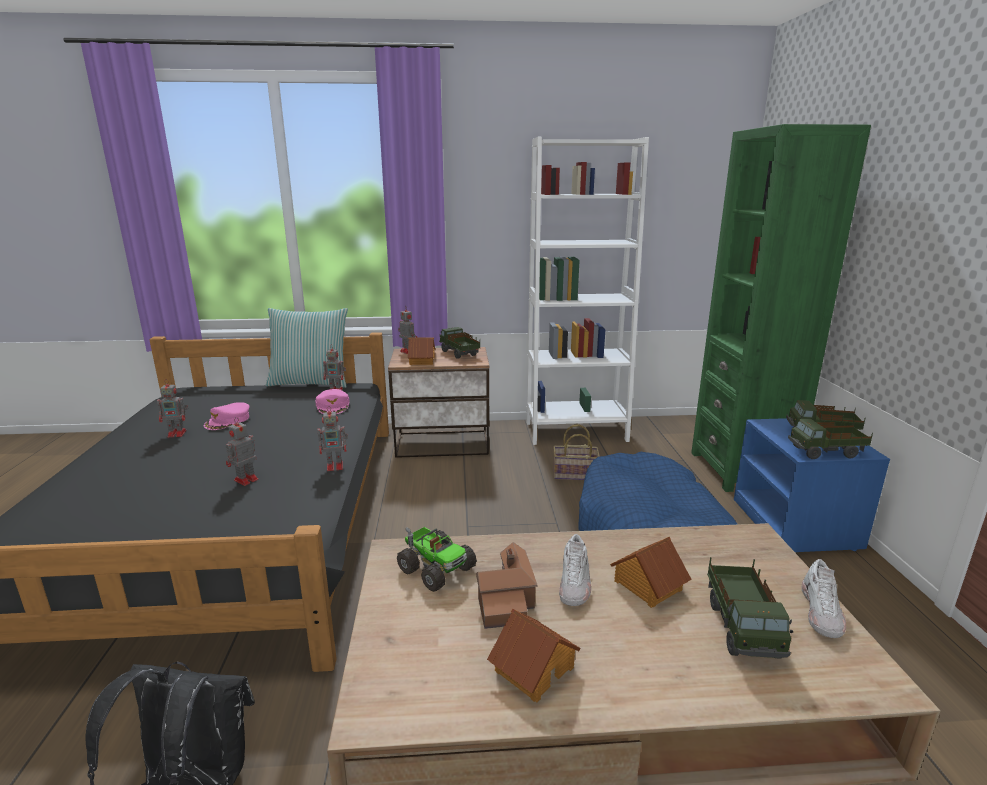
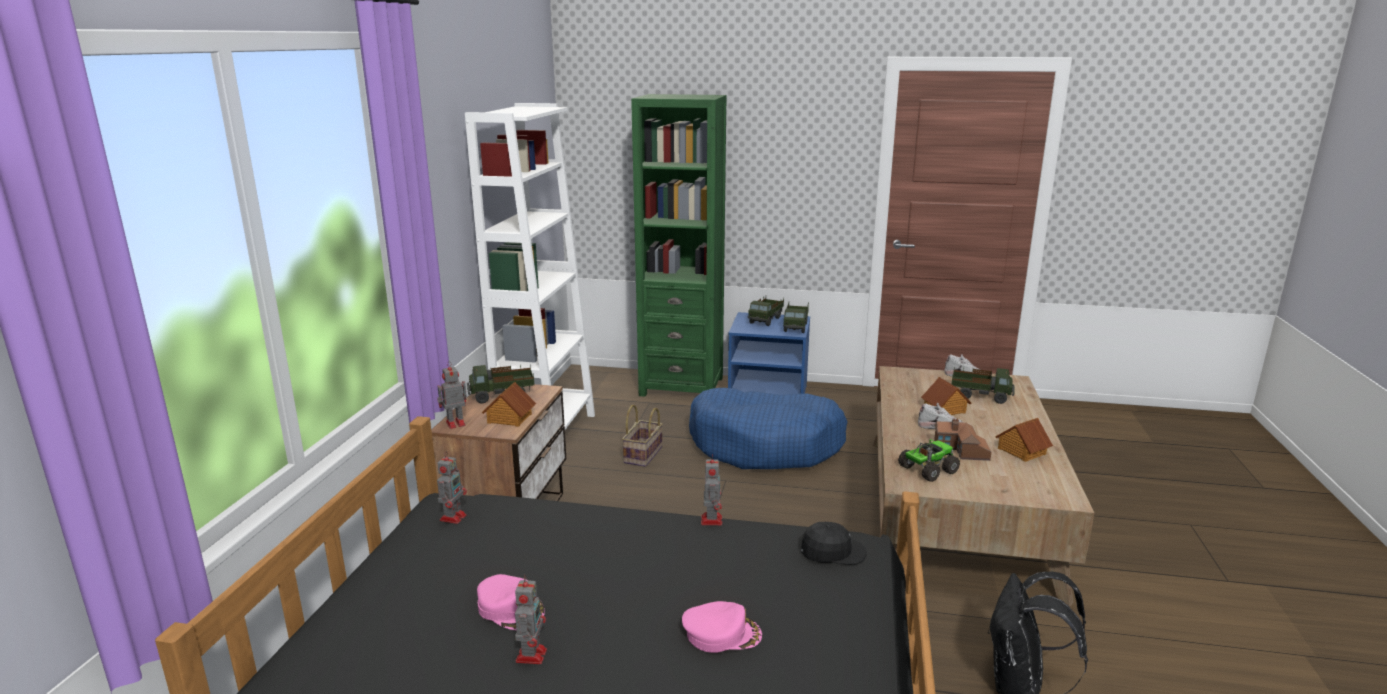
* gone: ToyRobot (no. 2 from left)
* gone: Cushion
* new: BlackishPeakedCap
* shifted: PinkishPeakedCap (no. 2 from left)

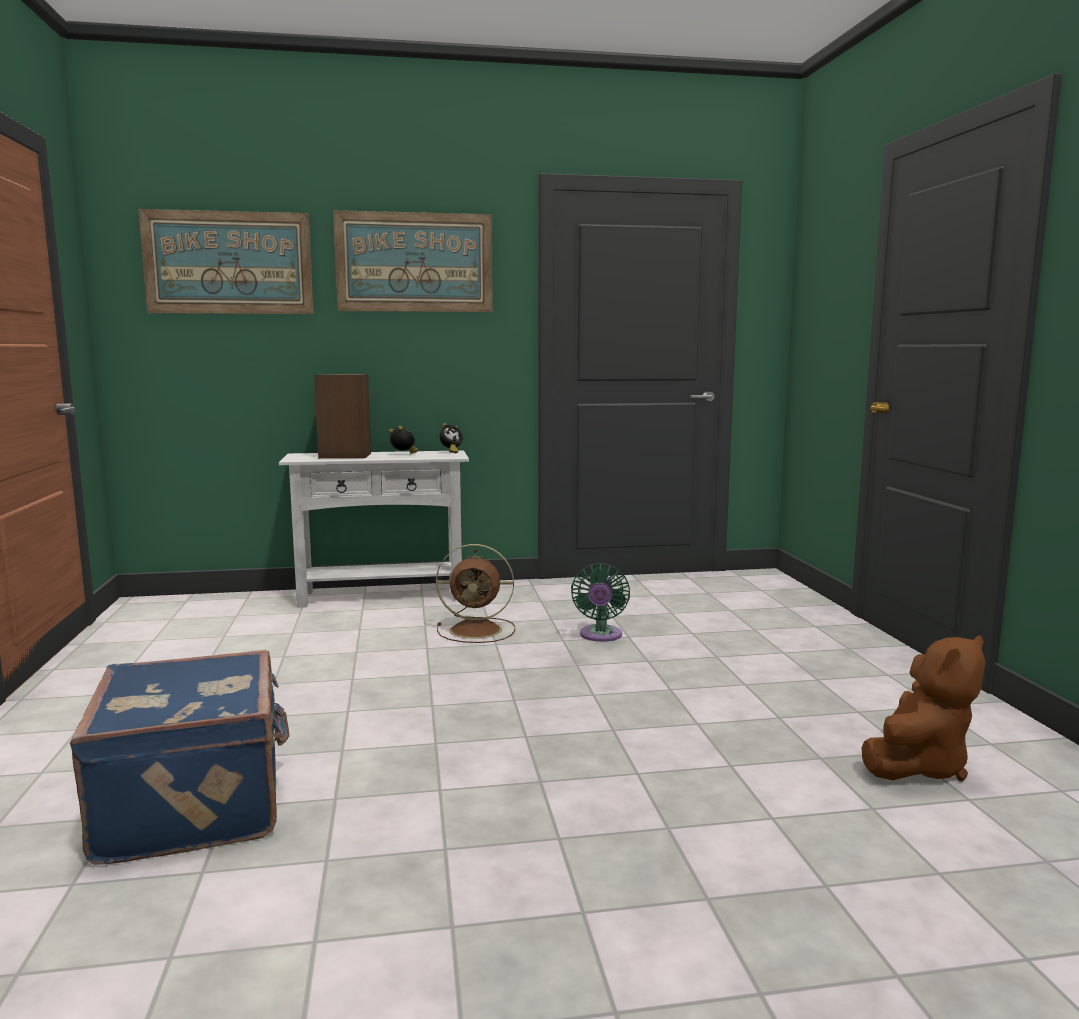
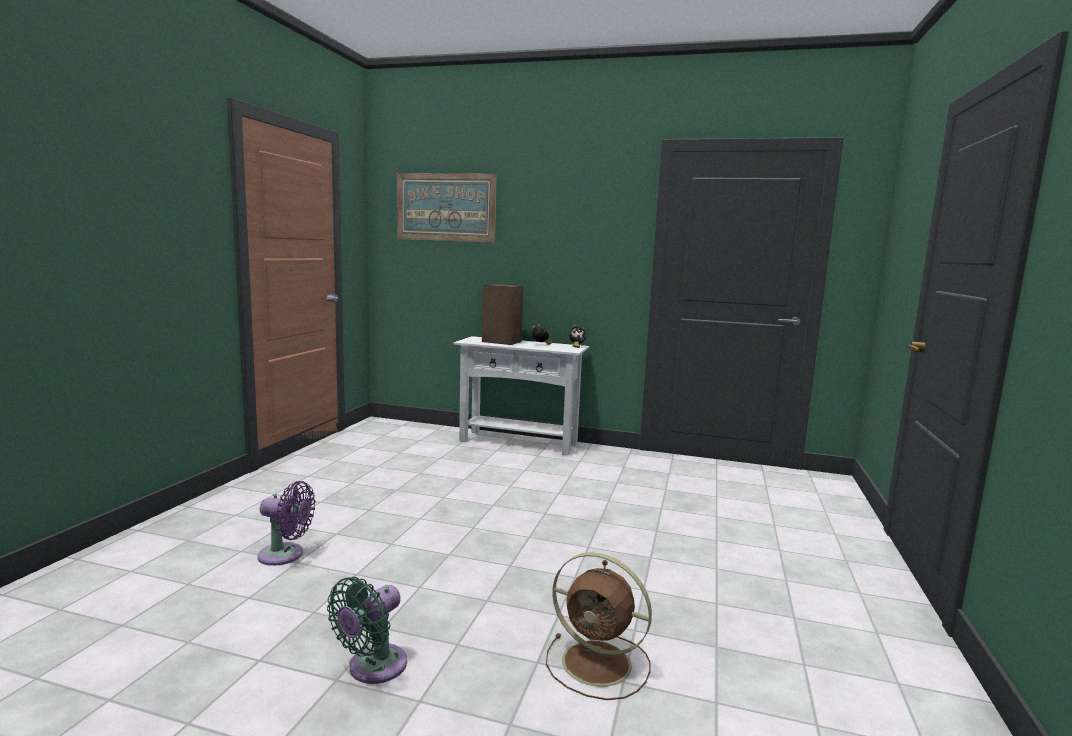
* gone: WallArt (no. 2 from left)
* gone: BrownishPlushToy
* shifted: BrownishCoolingFan
* shifted: GreenColouredCoolingFan
* swapped: BlueColouredTravelCase to PurplishCoolingFan

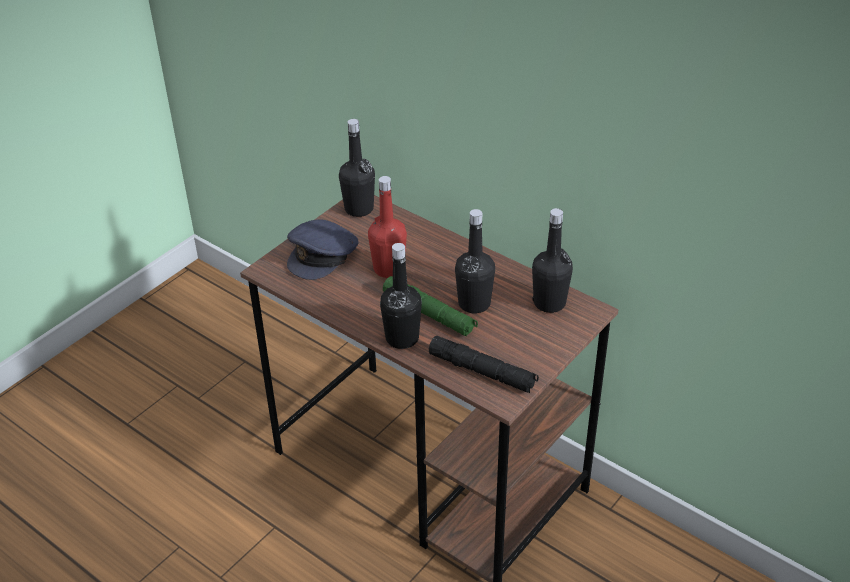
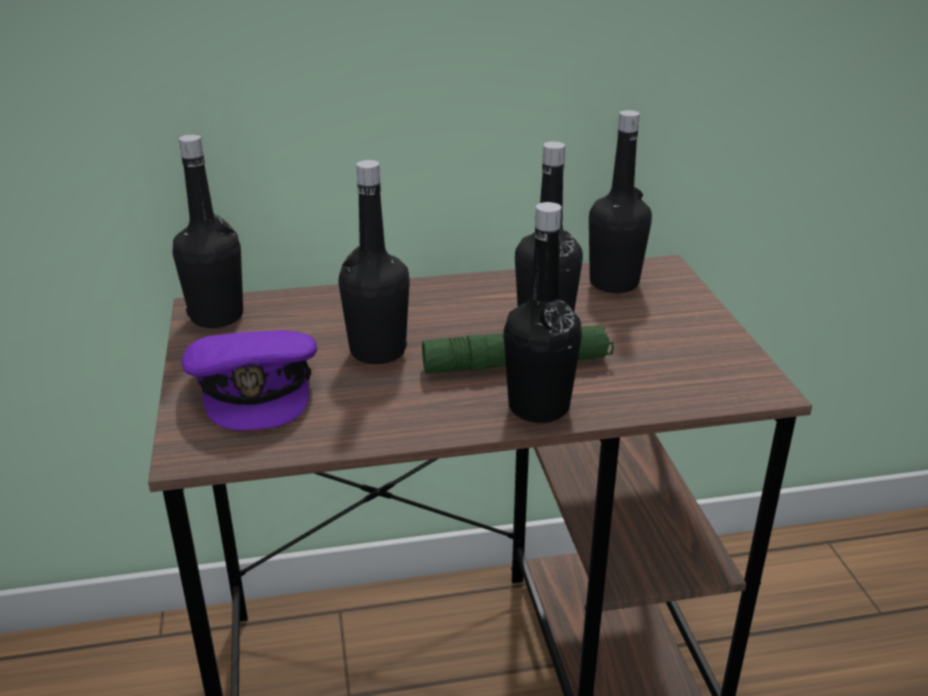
* gone: BlackishFlashlight
* repainted: GreyPeakedCap to PurplishPeakedCap
* repainted: ReddishBottle to BlackishBottle (no. 2 from left)

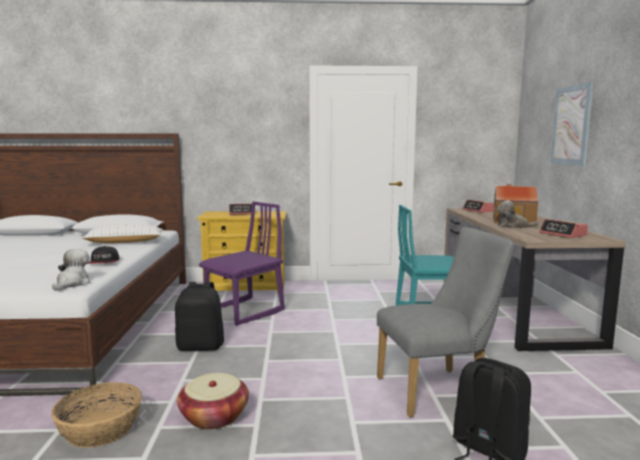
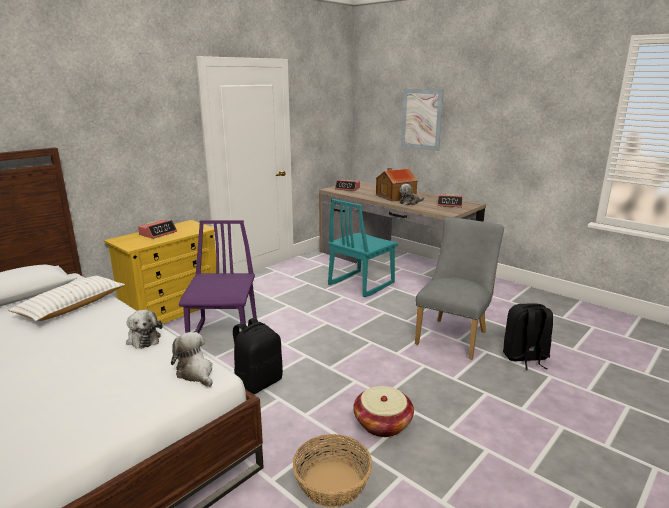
* swapped: PeakedCap to PlushToy (no. 1 from left)

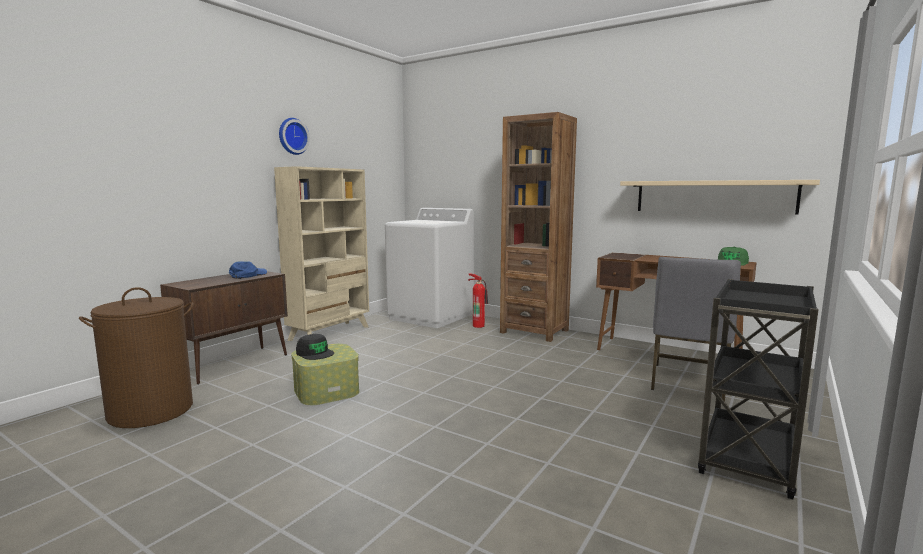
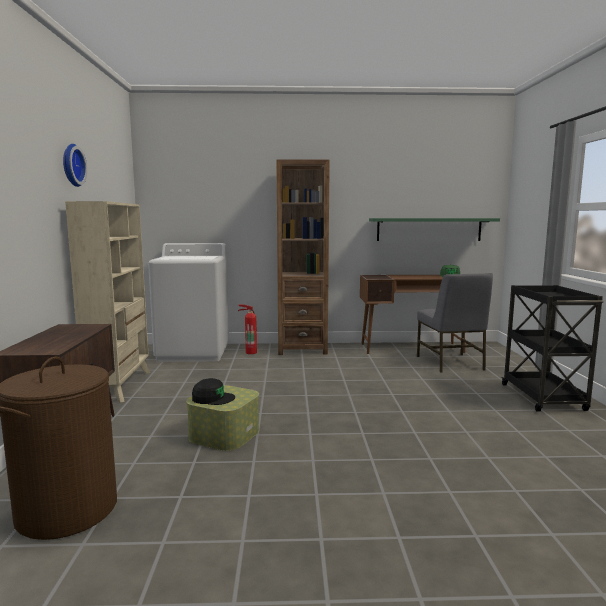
* gone: BlueColouredPeakedCap
* repainted: SandColouredBracketShelf to GreenColouredBracketShelf

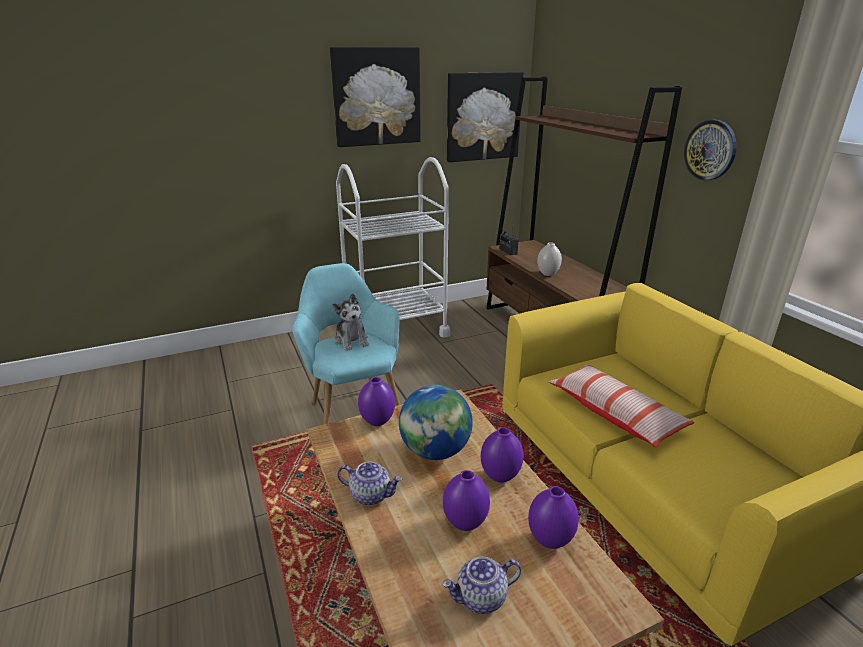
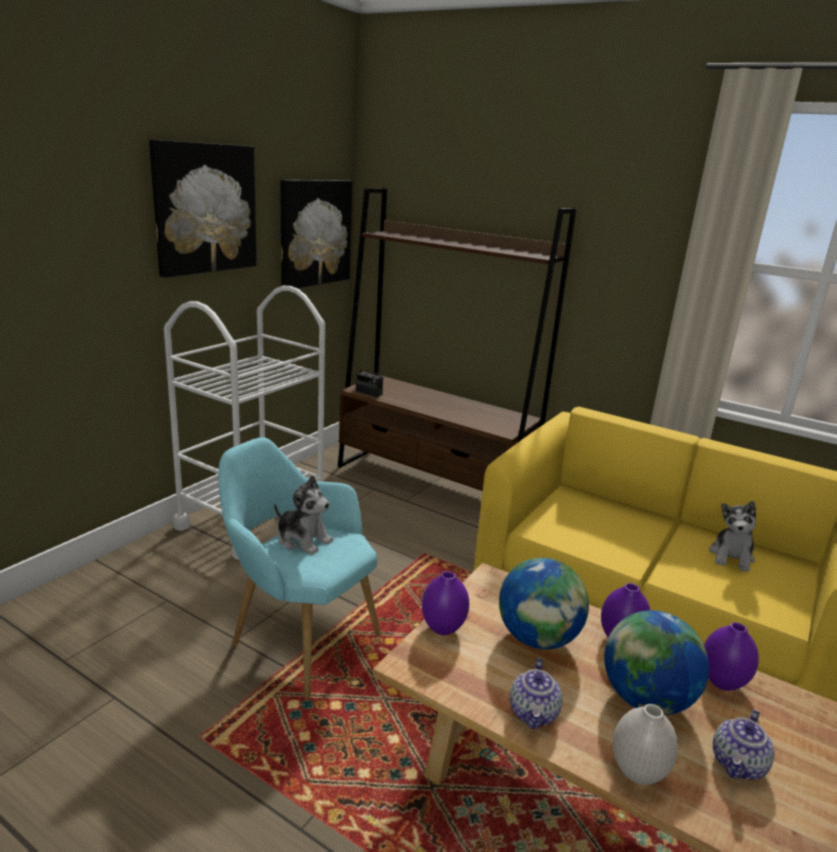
* gone: Cushion
* gone: ClockOnTheWall
* new: PlushToy (no. 2 from left)
* shifted: WhiteDecorativeVase
* swapped: PurplishDecorativeVase (no. 2 from left) to Globe (no. 2 from left)
* rotated: PotForTea (no. 1 from left) 120 degrees clockwise

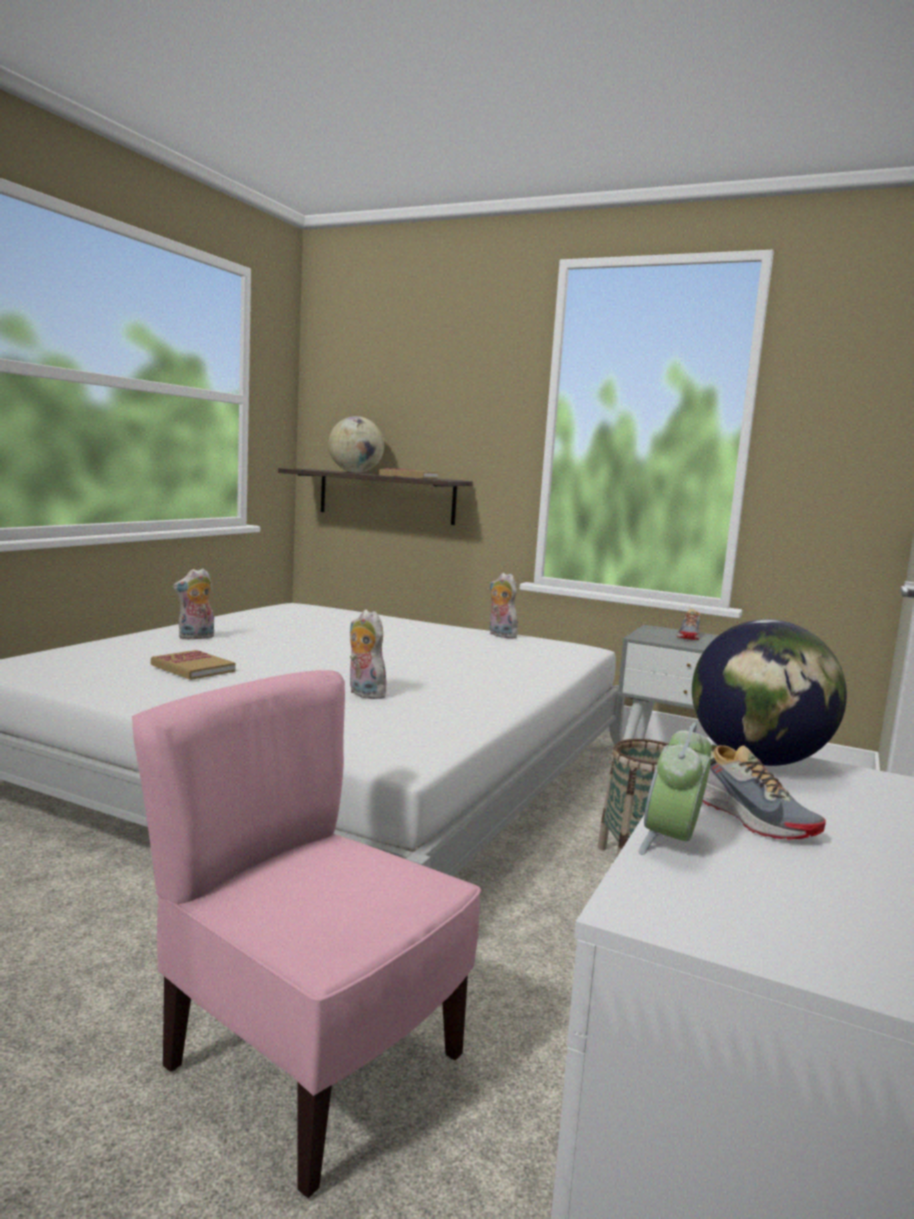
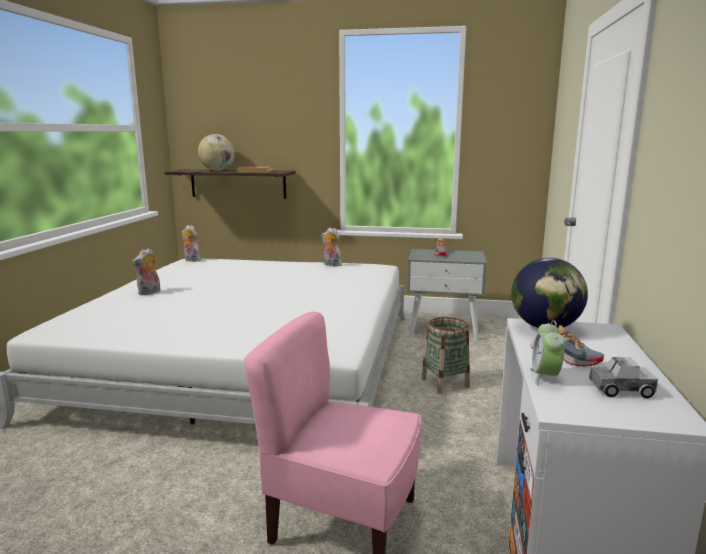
* gone: Book (no. 1 from left)
* new: ToyLorry
* shifted: PlushToy (no. 2 from left)

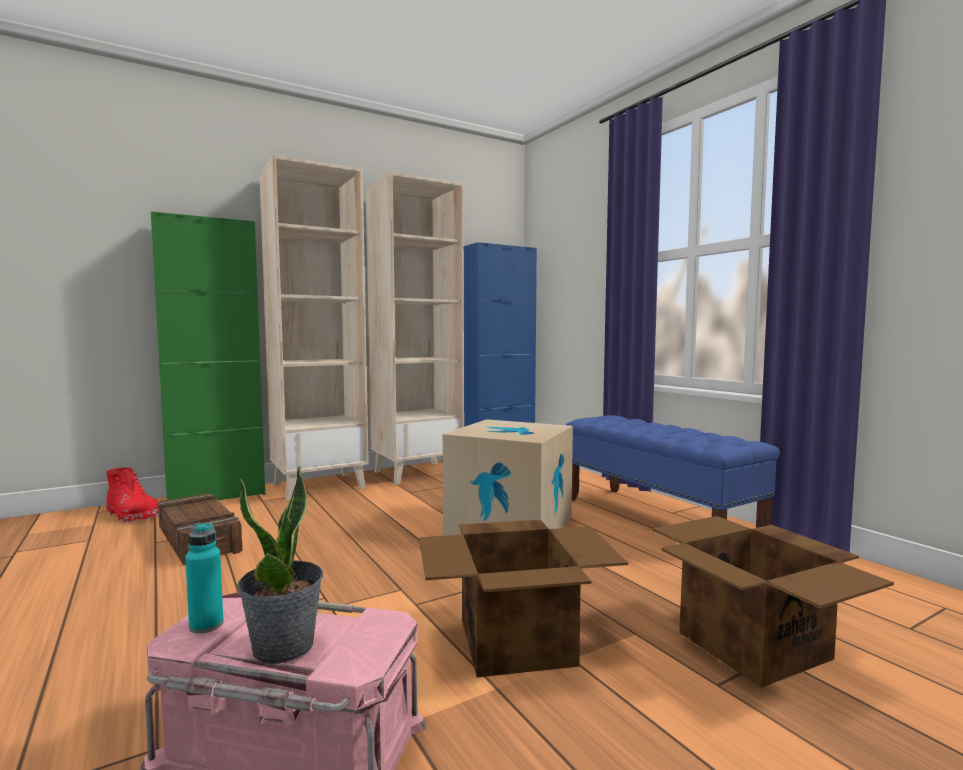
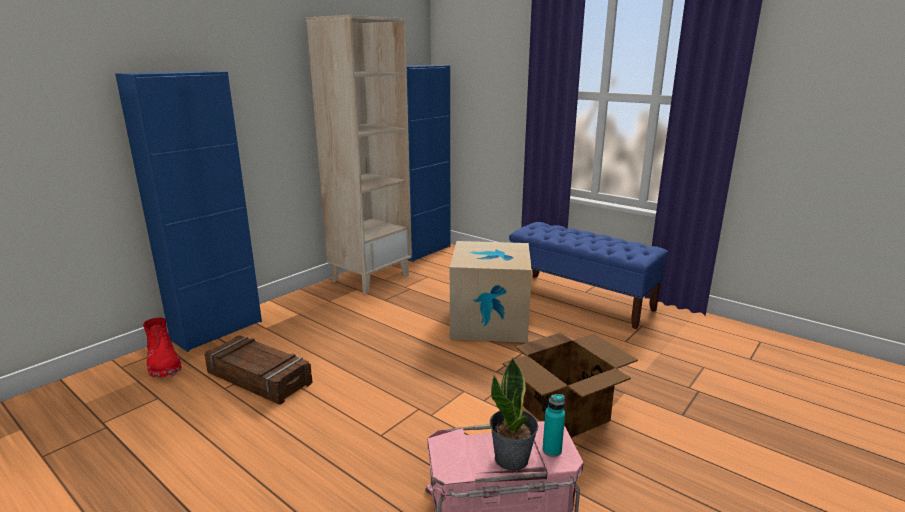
* gone: SandColouredShelvingUnit (no. 1 from left)
* gone: Carton (no. 3 from left)
* shifted: BlueGreenBottle
* repainted: GreenColouredStorageCabinet to BlueColouredStorageCabinet (no. 1 from left)
* rotated: ReddishTallBoot 45 degrees clockwise

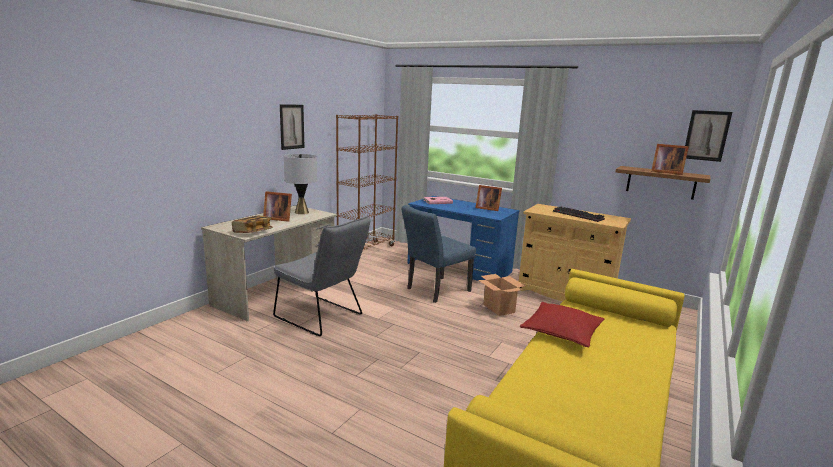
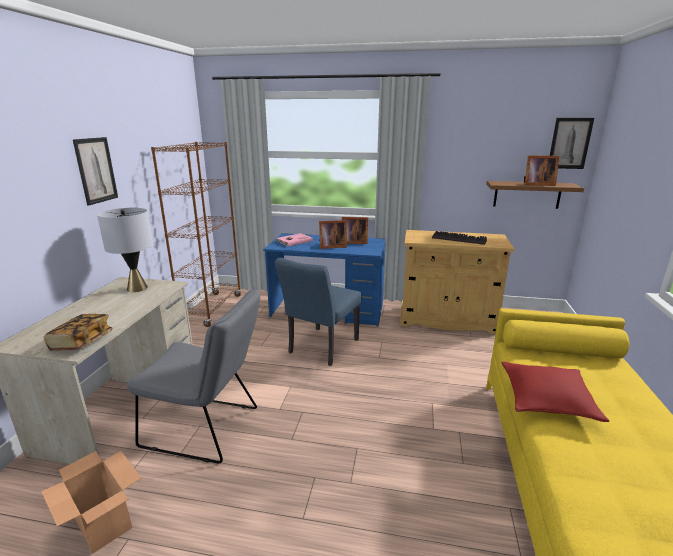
* shifted: PictureFrame (no. 1 from left)
* shifted: Carton

